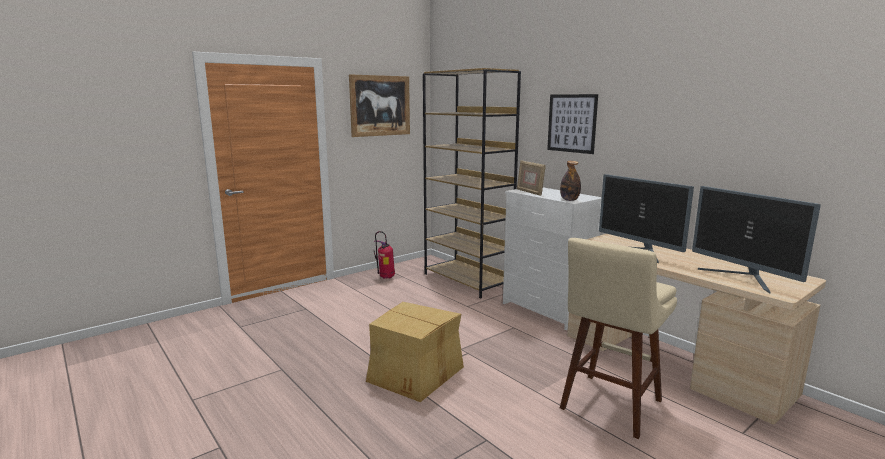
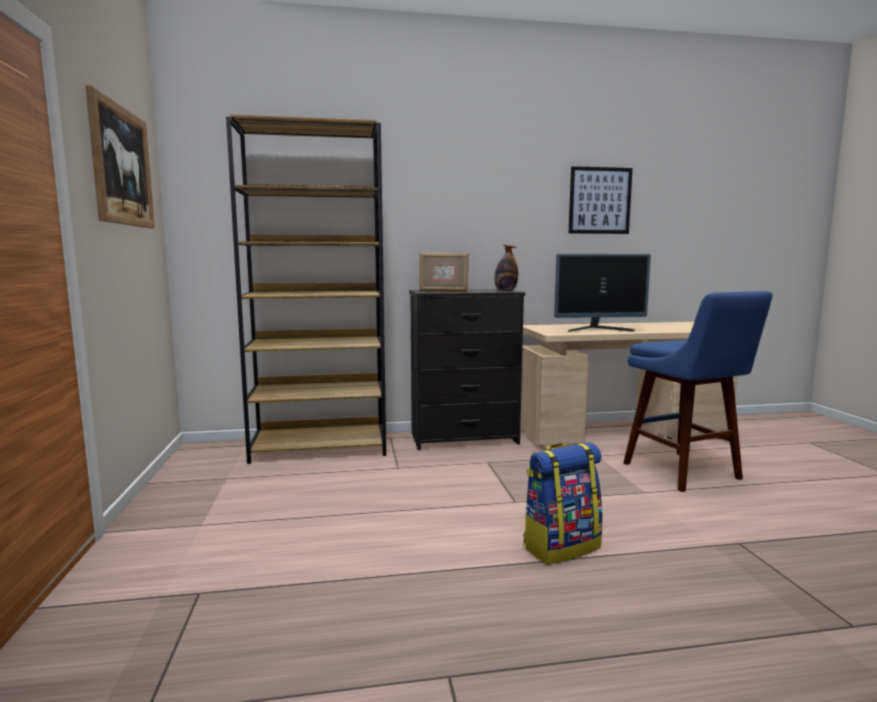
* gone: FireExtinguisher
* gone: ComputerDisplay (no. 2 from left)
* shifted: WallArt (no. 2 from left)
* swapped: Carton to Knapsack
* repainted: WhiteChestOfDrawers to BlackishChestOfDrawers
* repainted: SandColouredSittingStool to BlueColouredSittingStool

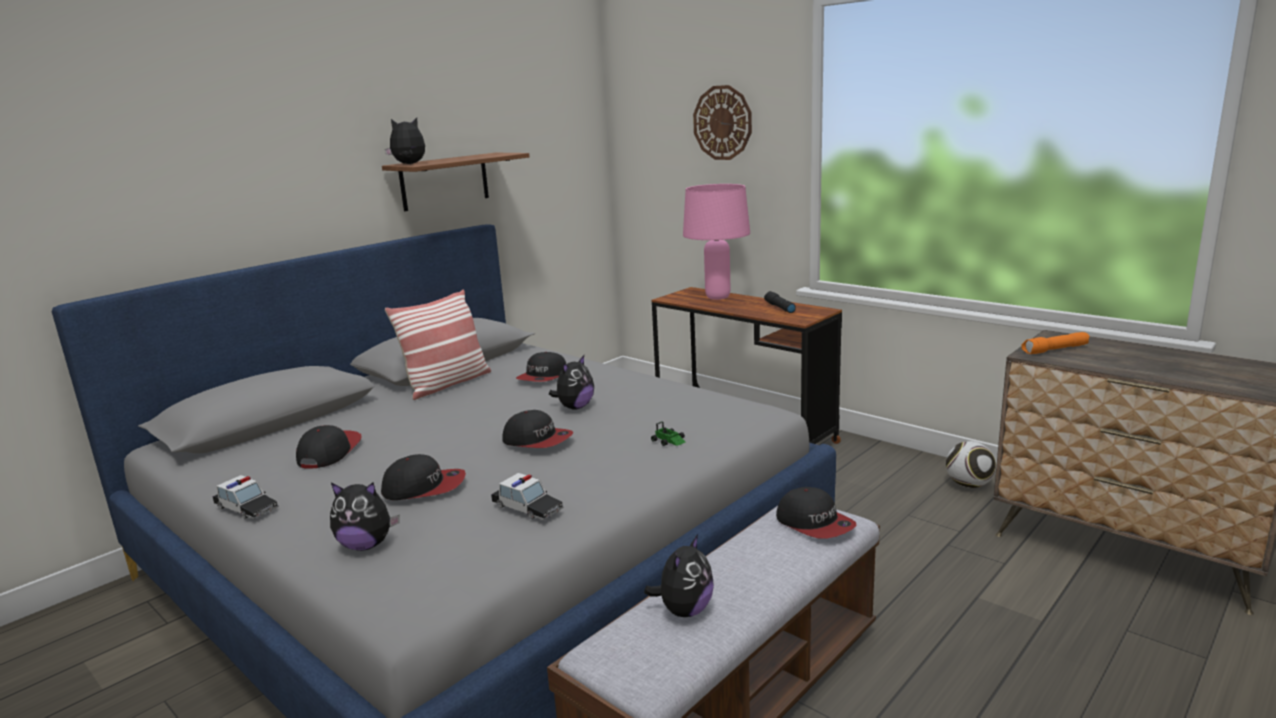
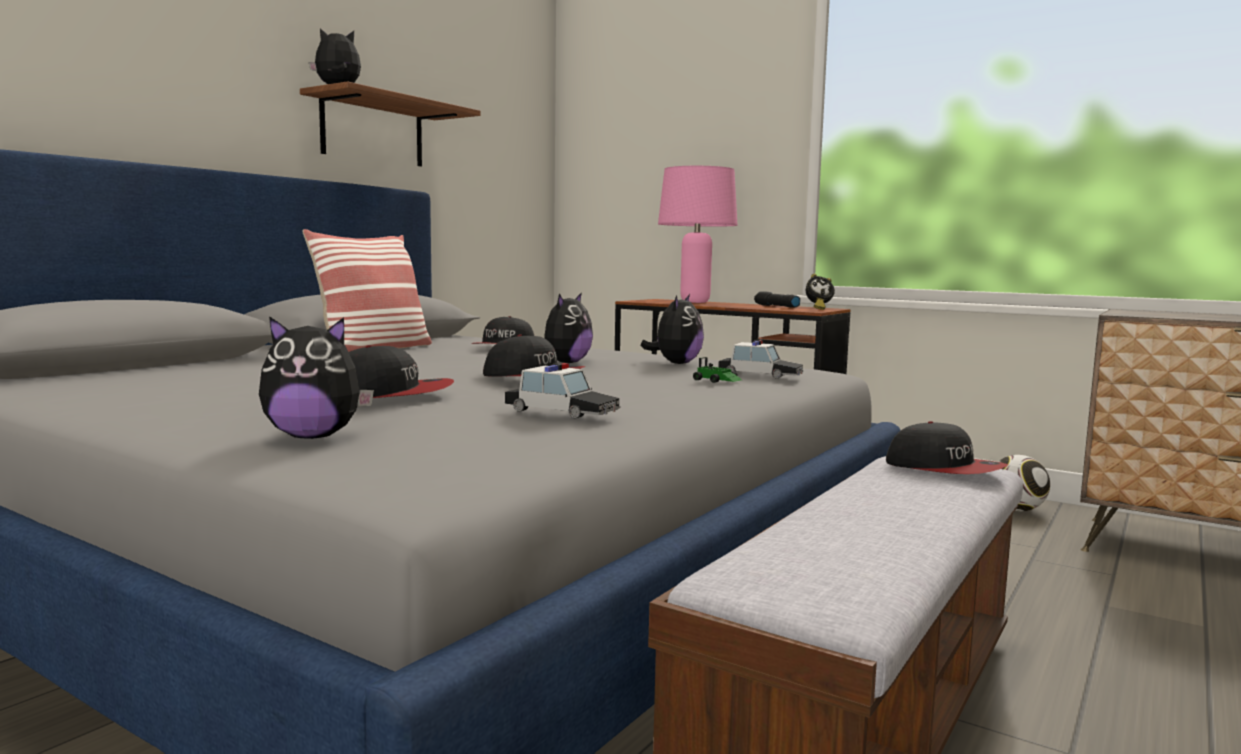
* gone: PeakedCap (no. 1 from left)
* gone: ClockOnTheWall
* gone: OrangeFlashlight
* new: BedsideClock
* shifted: ModelCar (no. 1 from left in the first image) to ModelCar (no. 3 from left)
* shifted: PlushToy (no. 4 from left)

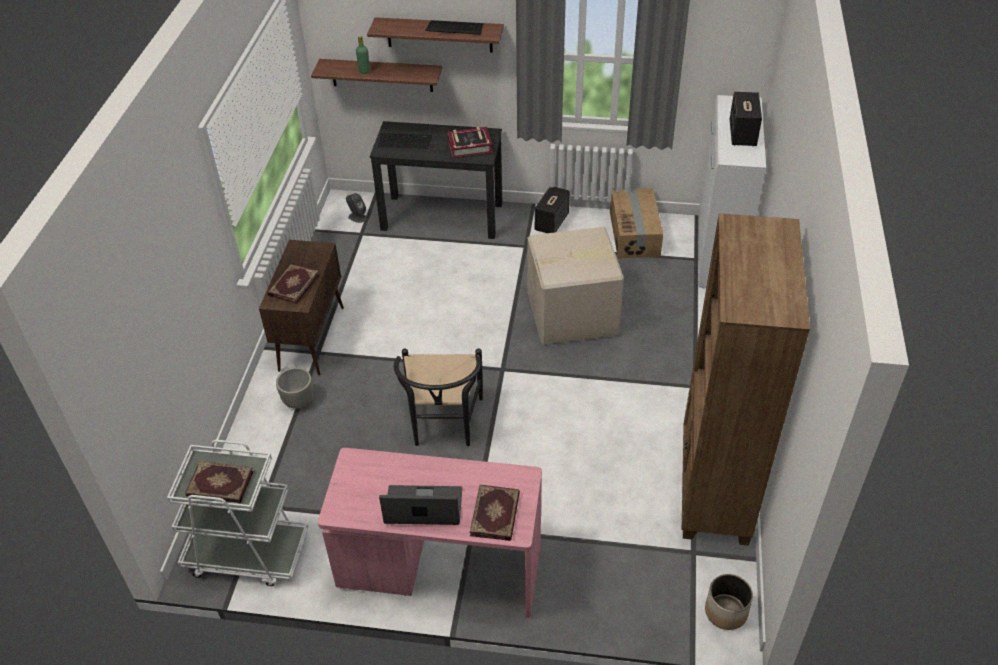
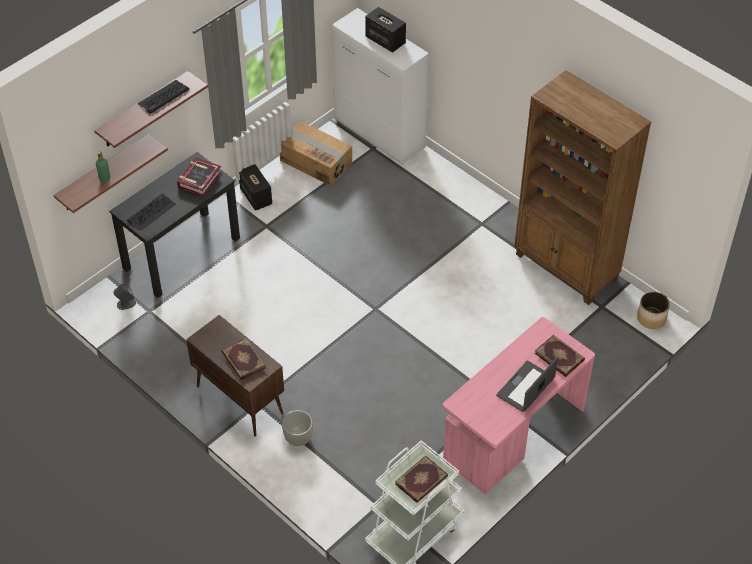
* gone: BlackishChair
* gone: Carton (no. 1 from left)

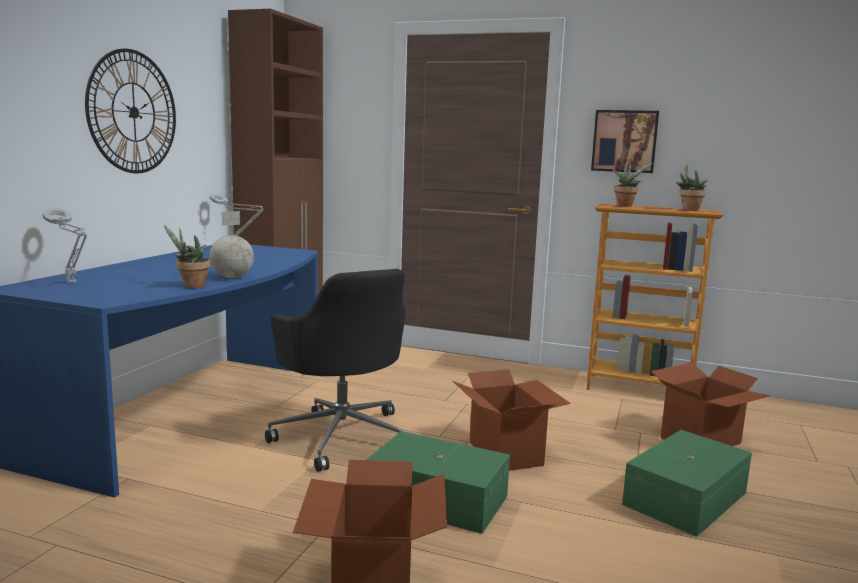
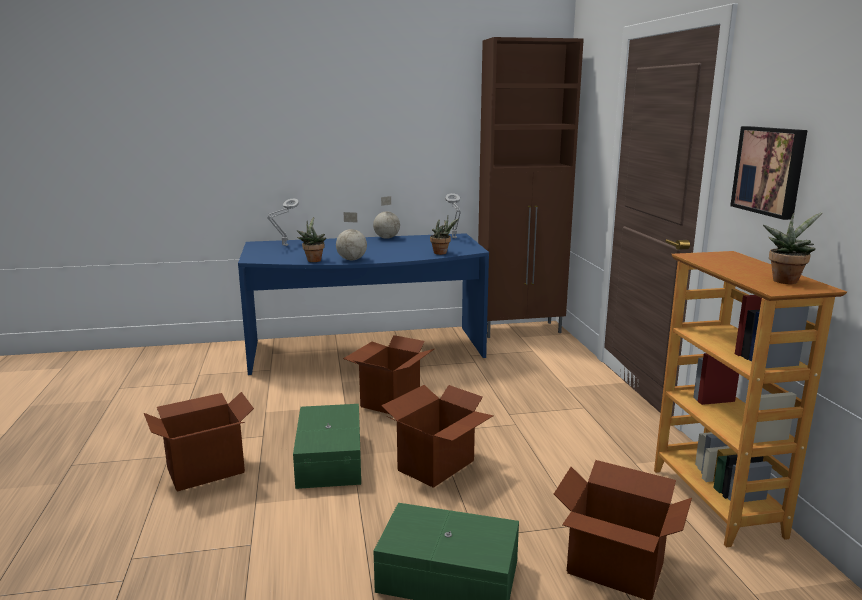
* gone: ClockOnTheWall
* new: Globe (no. 2 from left)
* shifted: Houseplant (no. 2 from left)
* swapped: BlackishOfficeChair to Carton (no. 2 from left)

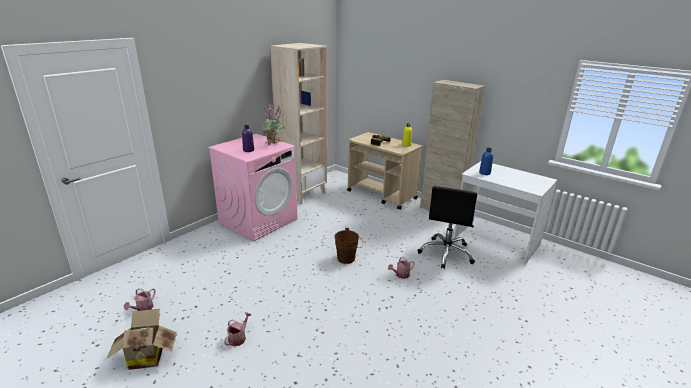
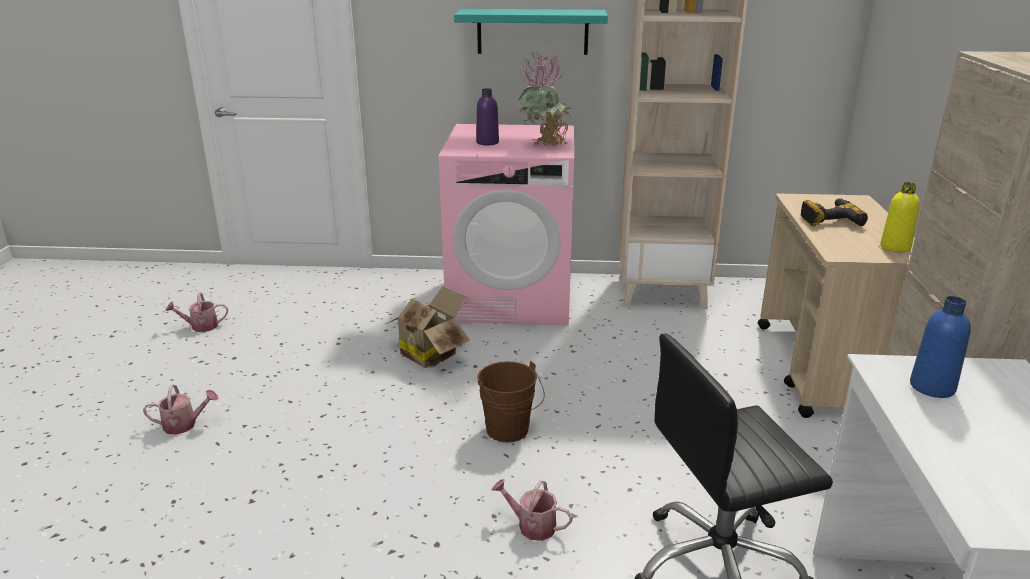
* new: BlueGreenBracketShelf
* shifted: Carton

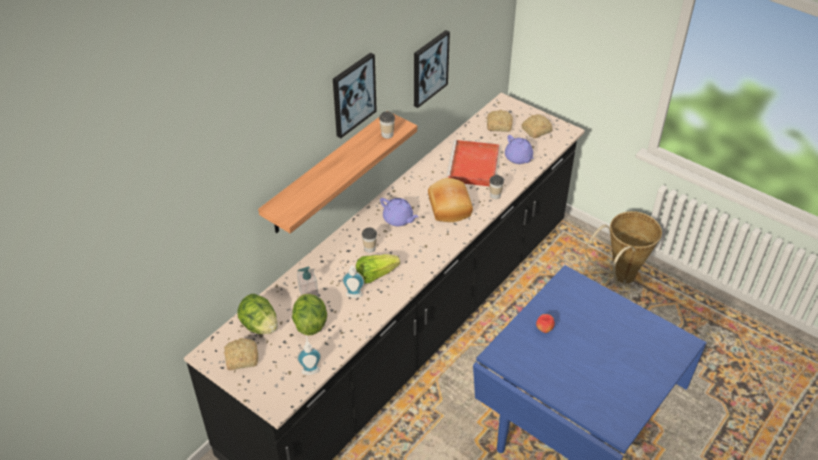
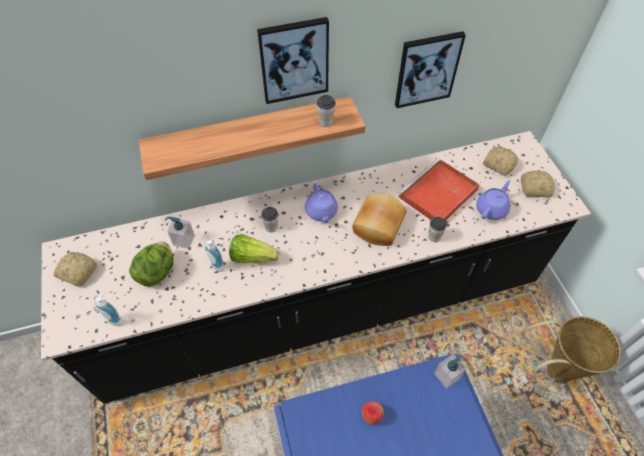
* gone: HeadOfLettuce (no. 1 from left)
* new: SoapBottle (no. 4 from left)
* rotated: PurplishPotForTea (no. 2 from left) 150 degrees counterclockwise

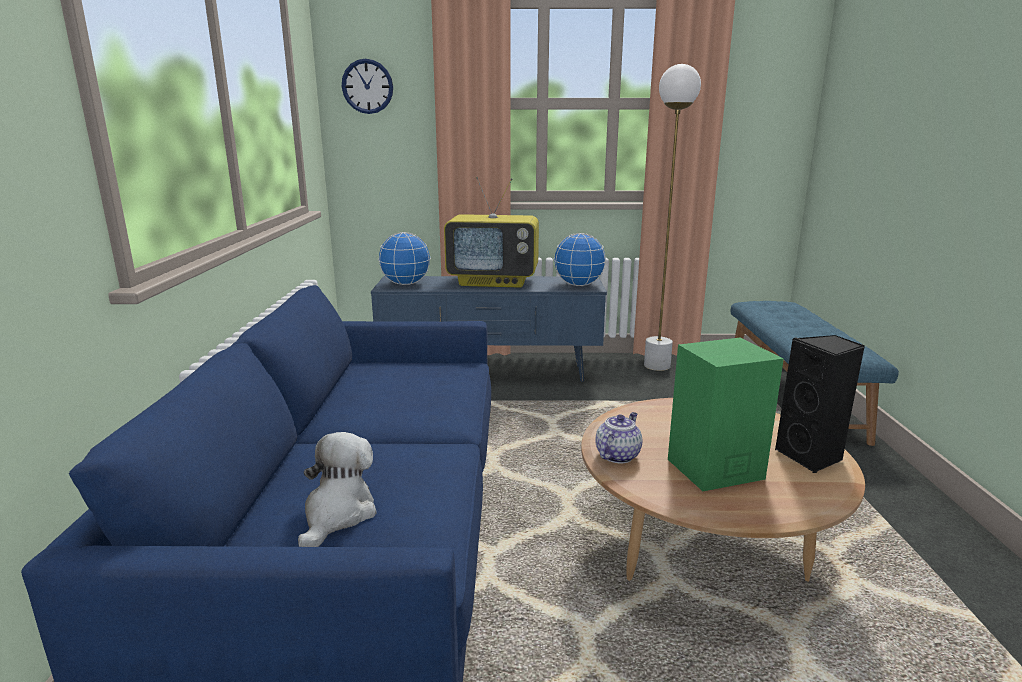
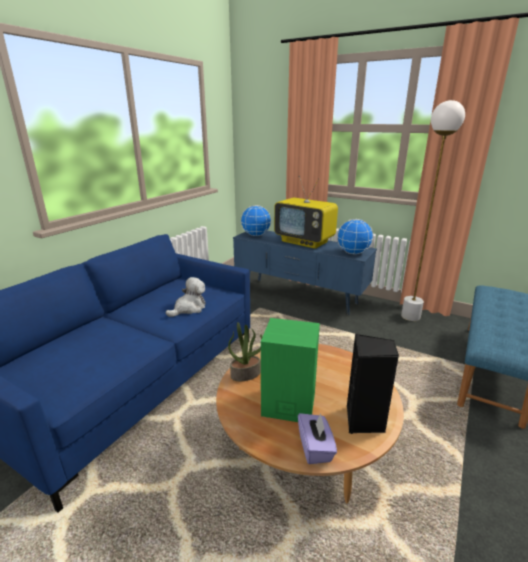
* gone: ClockOnTheWall
* new: PurplishTissueBox
* shifted: PlushToy
* swapped: PotForTea to Houseplant

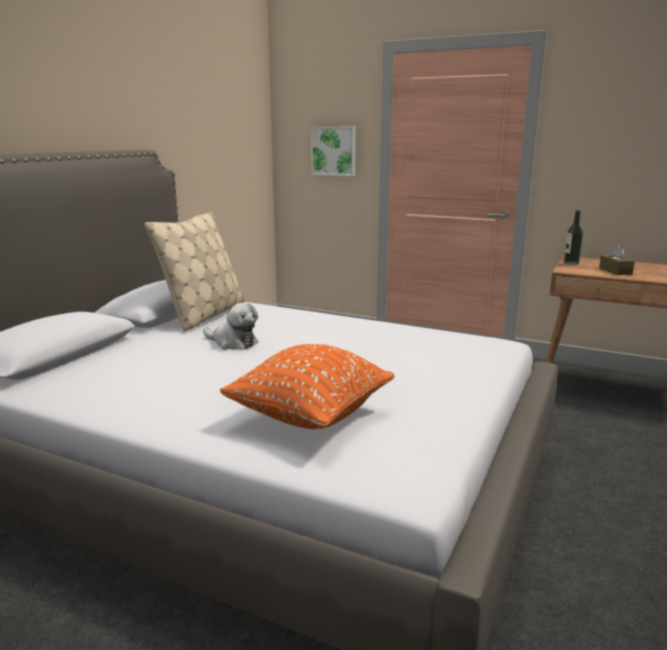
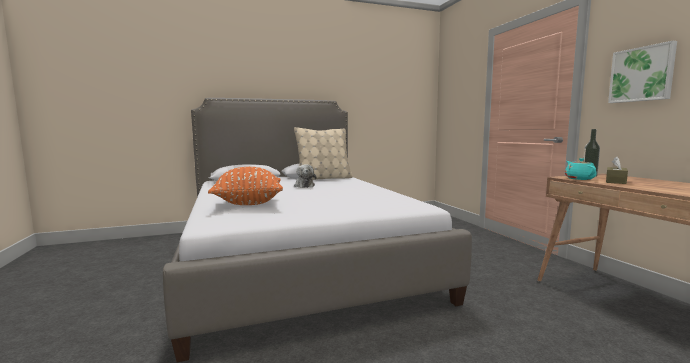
* new: BlueGreenPotForTea
* shifted: WallArt

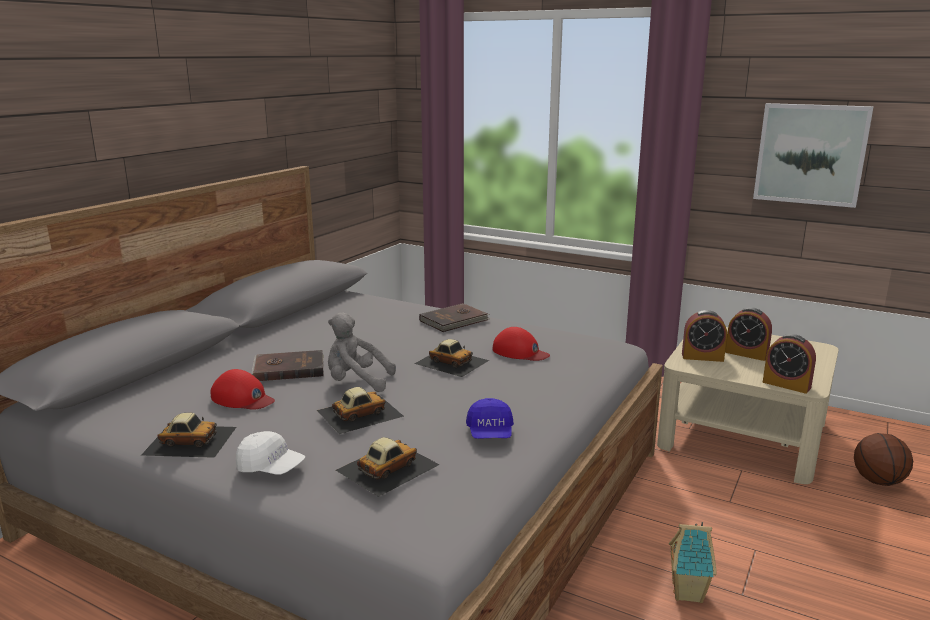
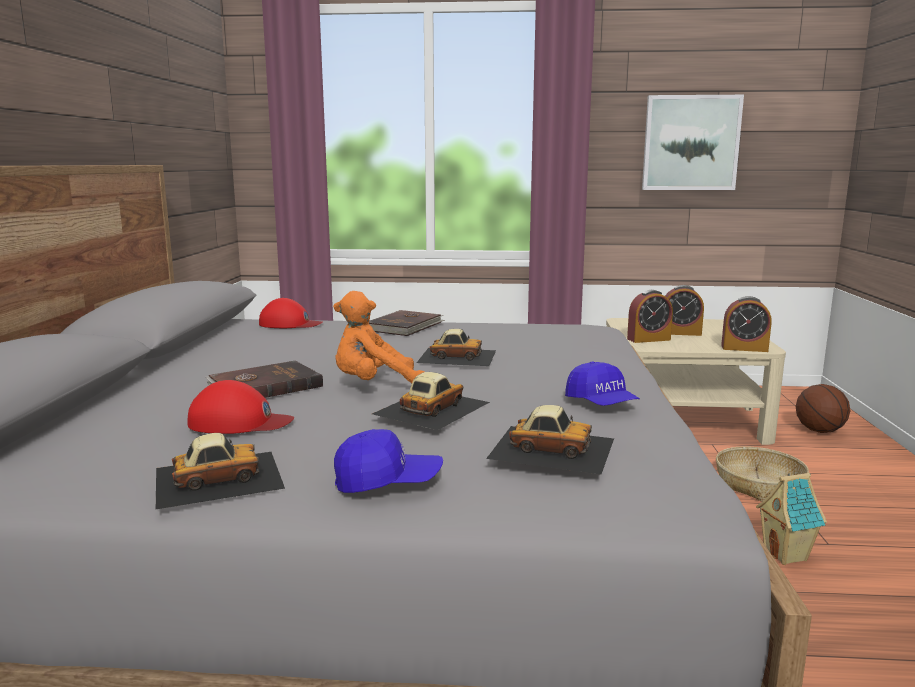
* new: HouseholdBasket
* shifted: ReddishPeakedCap (no. 2 from left)
* repainted: WhitePeakedCap to BlueColouredPeakedCap (no. 1 from left)
* repainted: GreyPlushToy to OrangePlushToy
* rotated: ModelCar (no. 3 from left in the first image) 90 degrees clockwise

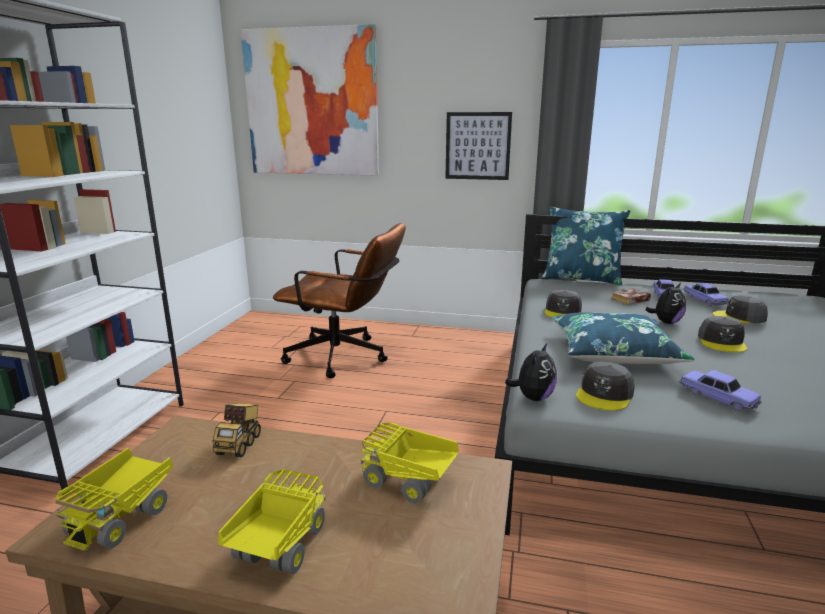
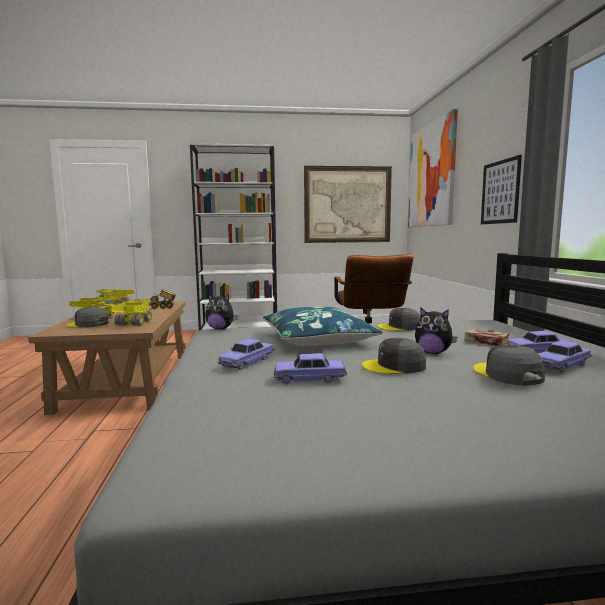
* gone: BlueColouredCushion (no. 1 from left)
* new: ModelCar (no. 2 from left)
* new: WallArt (no. 1 from left)
* shifted: GreyPeakedCap (no. 2 from left in the first image) to GreyPeakedCap (no. 1 from left)

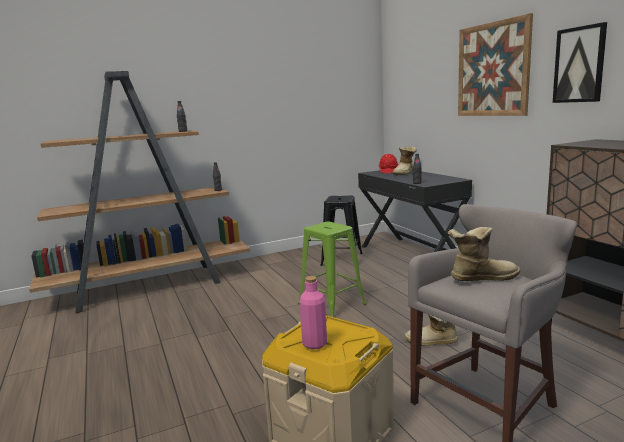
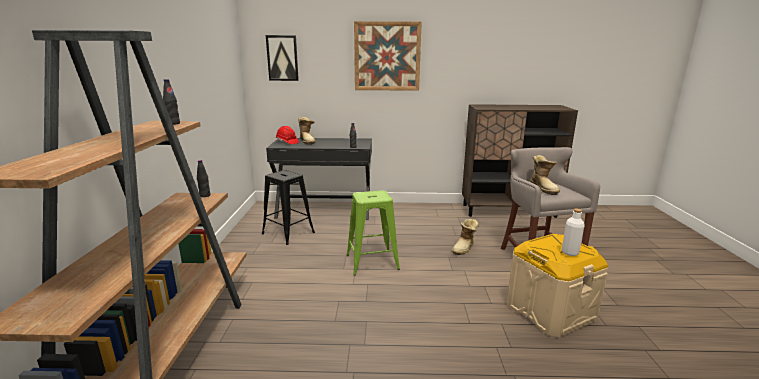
* shifted: WallArt (no. 2 from left in the first image) to WallArt (no. 1 from left)
* repainted: PinkishBottle to WhiteBottle
* rotated: TallBoot (no. 3 from left) 150 degrees clockwise

